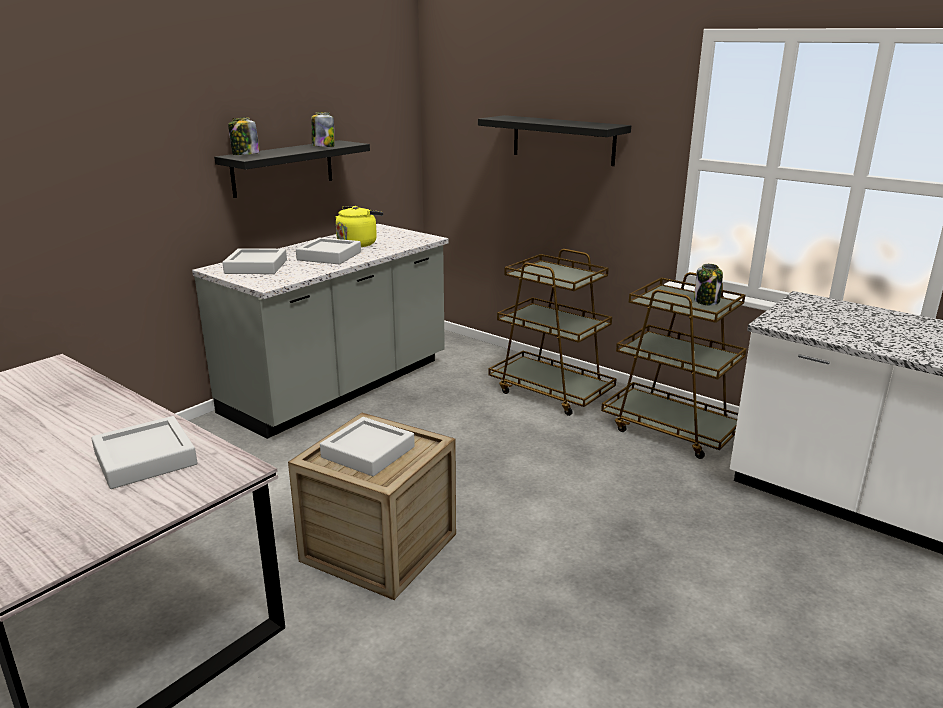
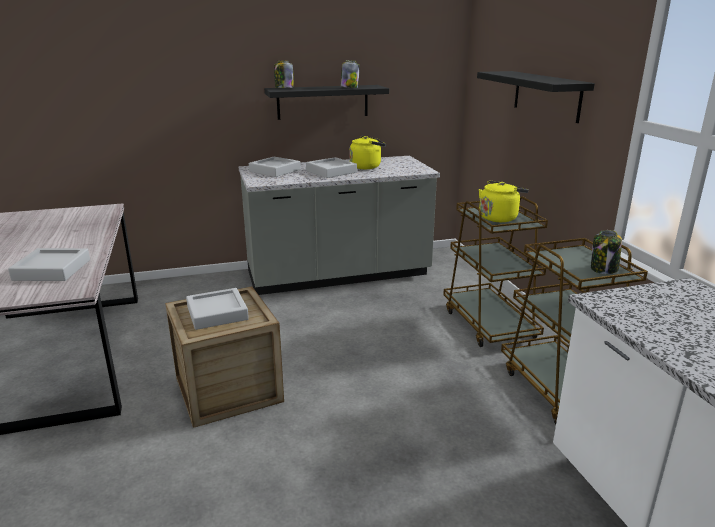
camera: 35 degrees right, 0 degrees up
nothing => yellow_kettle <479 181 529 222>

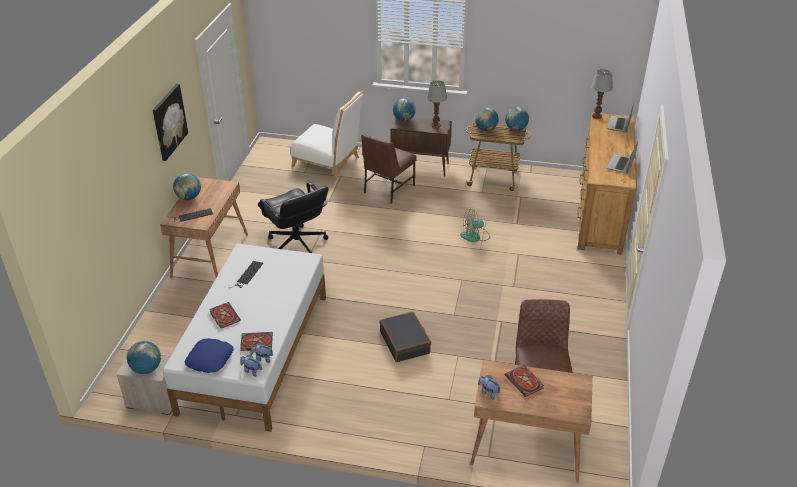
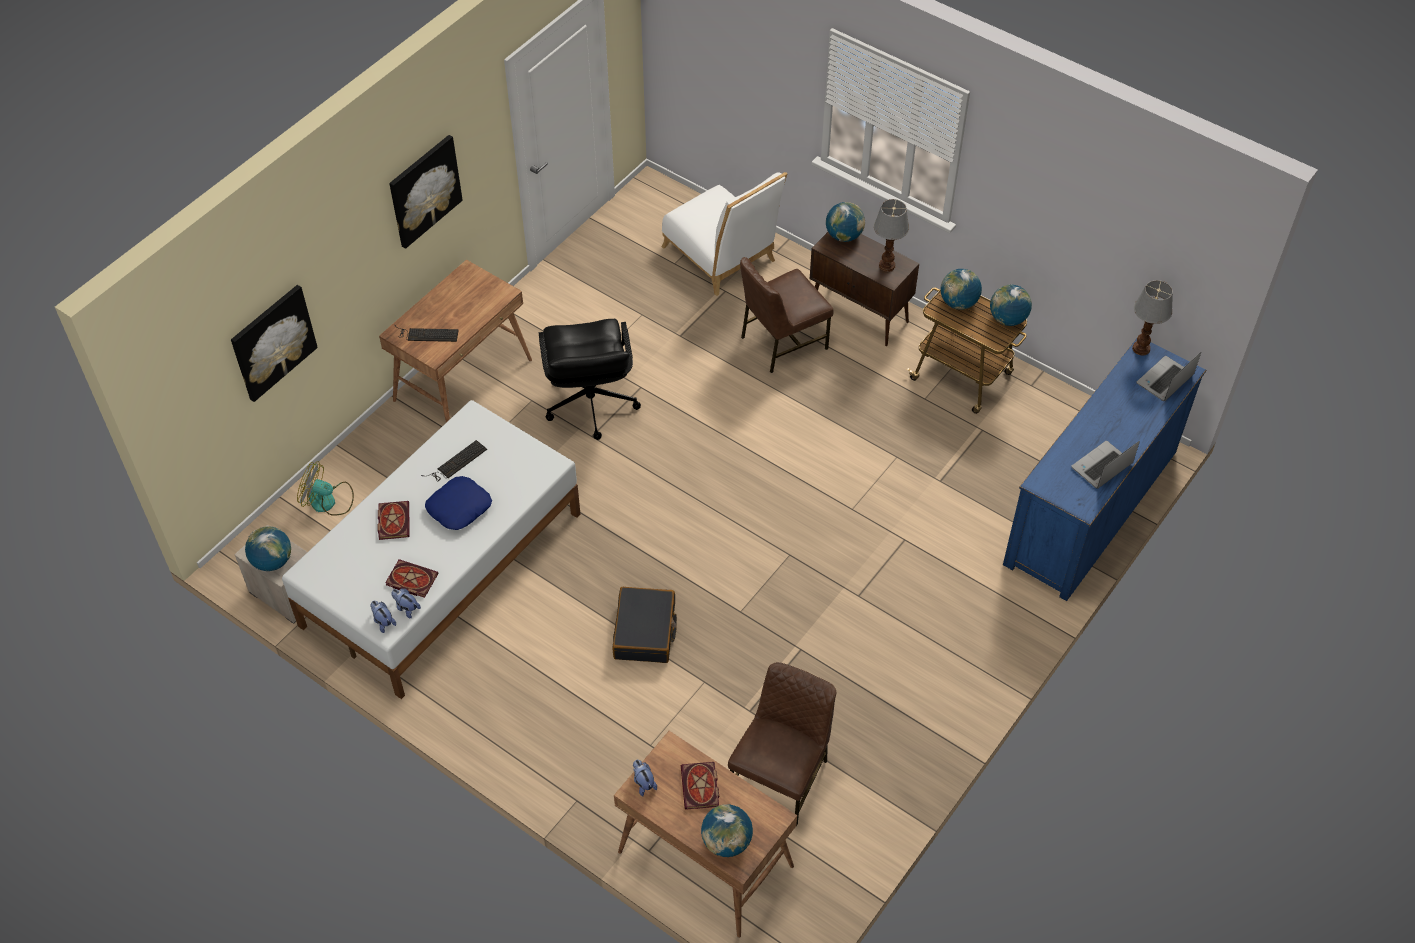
camera: 25 degrees right, 15 degrees up
nothing => picture <231 285 318 402>
globe <173 173 201 200> => globe <701 804 753 857>, relocated
blue_pillow <185 338 234 373> => blue_pillow <425 476 492 530>, relocated
fan <460 209 490 242> => fan <297 461 354 516>, relocated
brown_dresser <577 112 637 255> => blue_dresser <1003 339 1206 601>

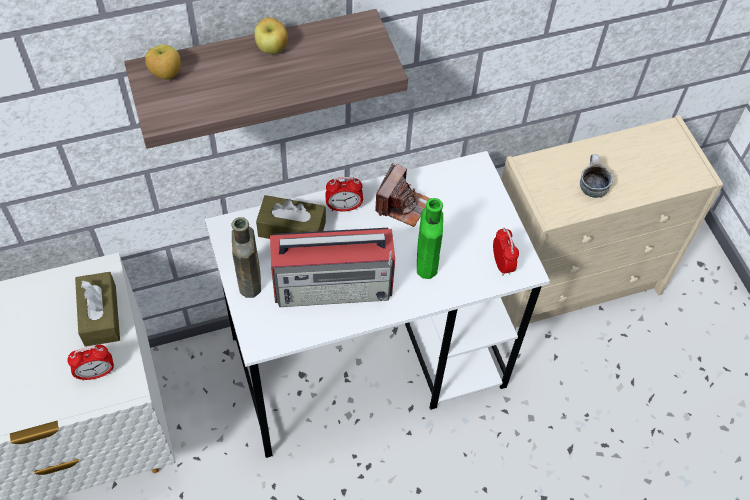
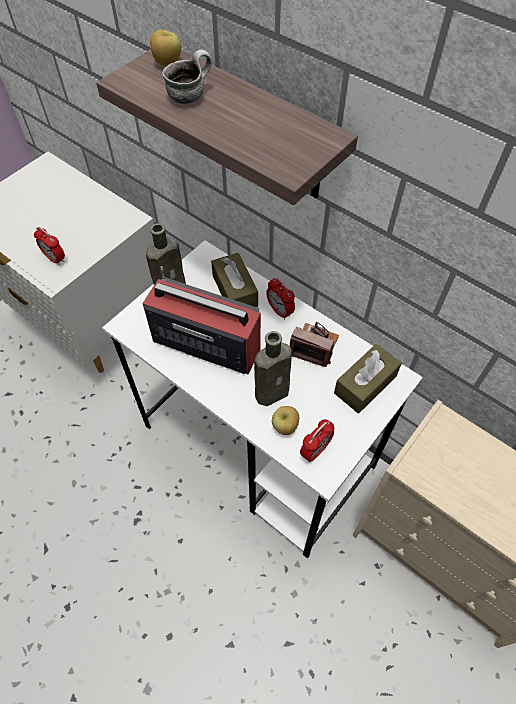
camera: 60 degrees right, 0 degrees up
brown_tissue_box <75 272 120 347> => brown_tissue_box <334 344 402 413>, relocated
apple <254 17 288 54> => apple <272 406 299 435>, relocated
mug <580 154 613 198> => mug <162 50 212 104>, relocated
green_bottle <417 198 443 279> => brown_bottle <254 331 292 406>
radio <270 228 395 307> => radio <142 266 261 374>, 150 degrees clockwise
photo_camera <375 163 431 227> => photo_camera <289 322 339 367>, 150 degrees counterclockwise

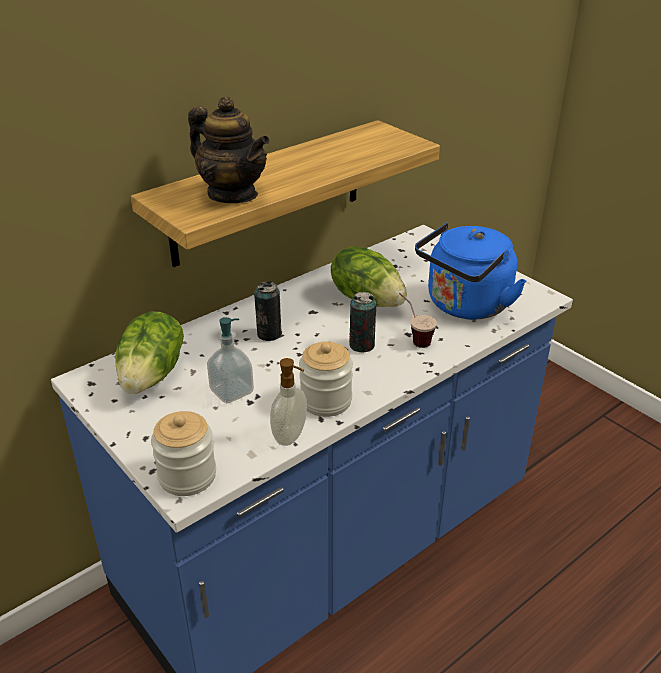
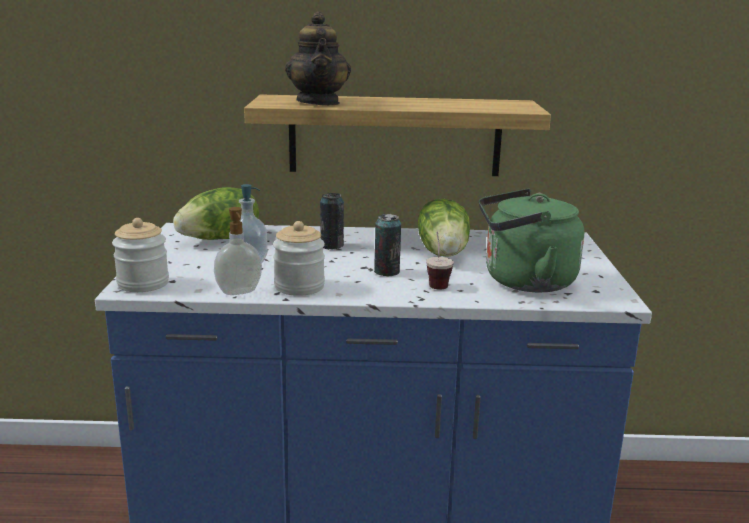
camera: 40 degrees right, 15 degrees down
blue_kettle <415 223 526 320> => green_kettle <479 189 584 293>

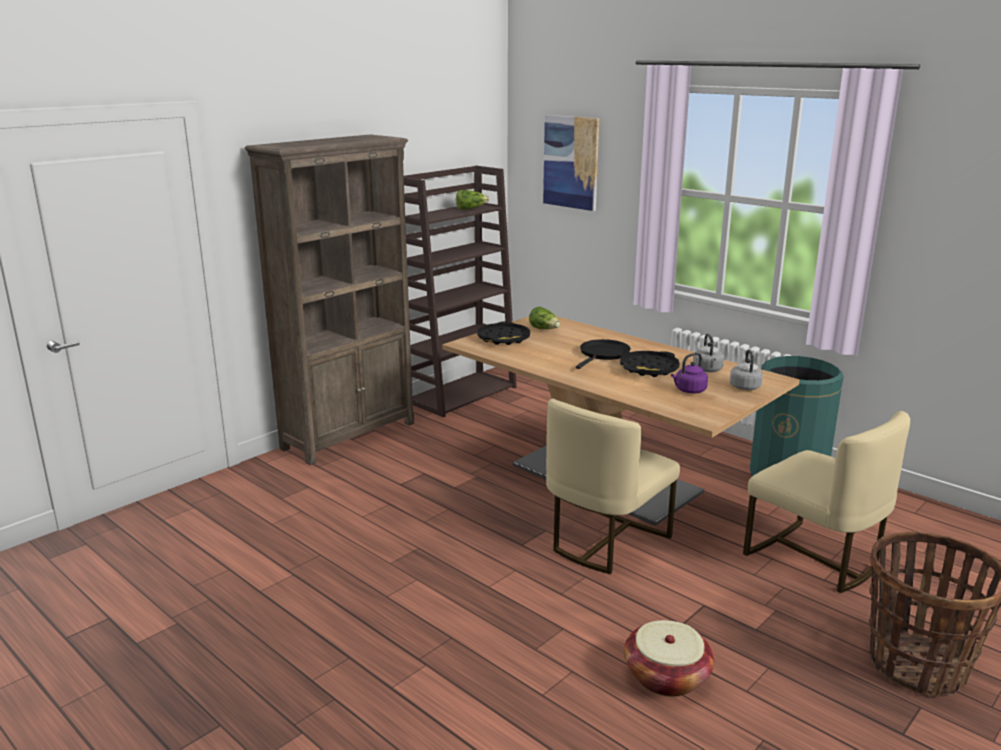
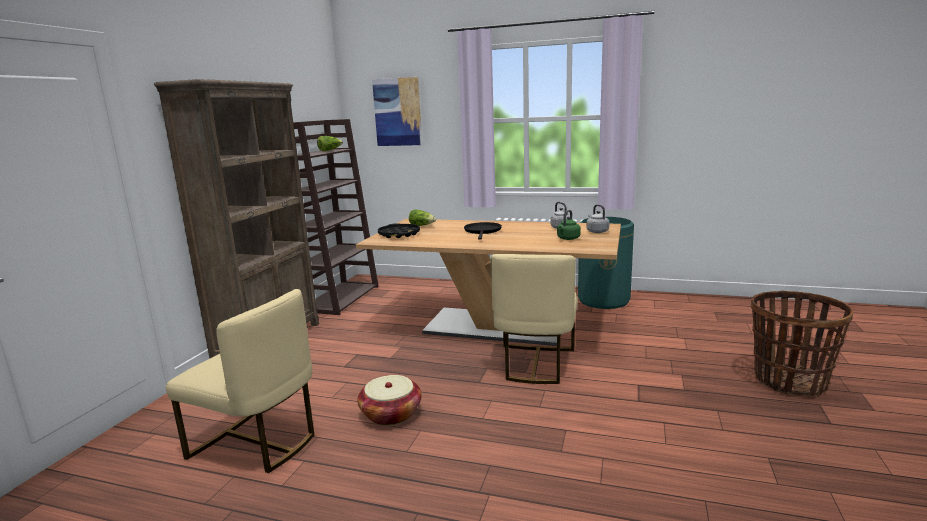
camera: 25 degrees left, 5 degrees down
black_tray <620 351 679 377> => nothing
basket <624 620 714 697> => basket <357 375 422 426>, relocated
beige_chair <743 411 910 593> => beige_chair <166 289 314 473>, relocated
purple_kettle <671 353 708 393> => green_kettle <557 210 581 240>

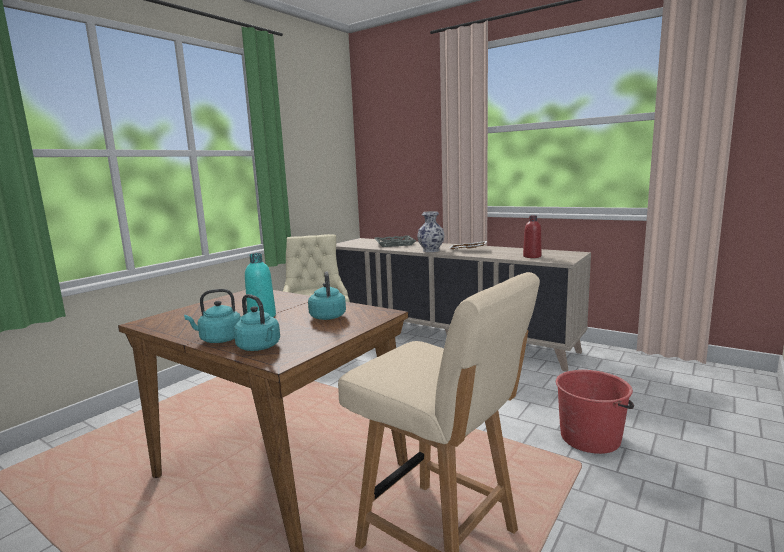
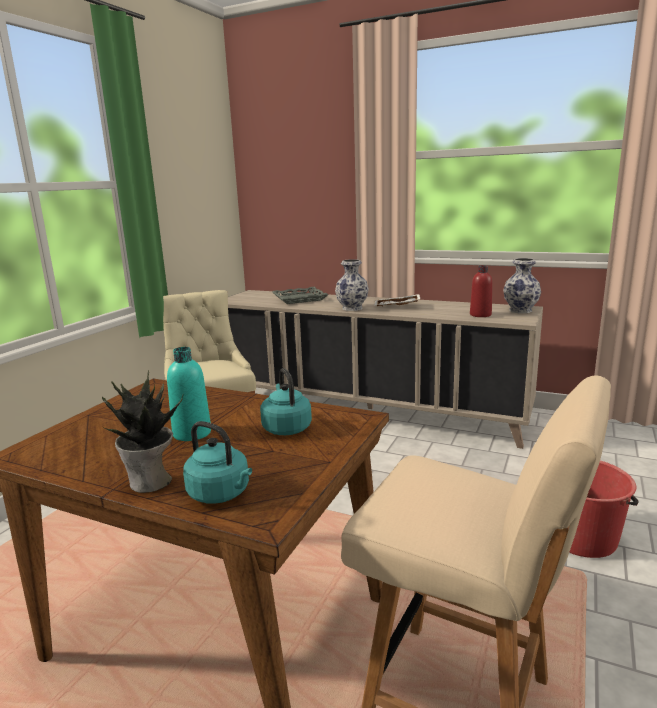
camera: 10 degrees left, 5 degrees up
nothing => vase <503 258 541 313>
turquoise_kettle <184 289 241 343> => potted_plant <102 370 183 493>

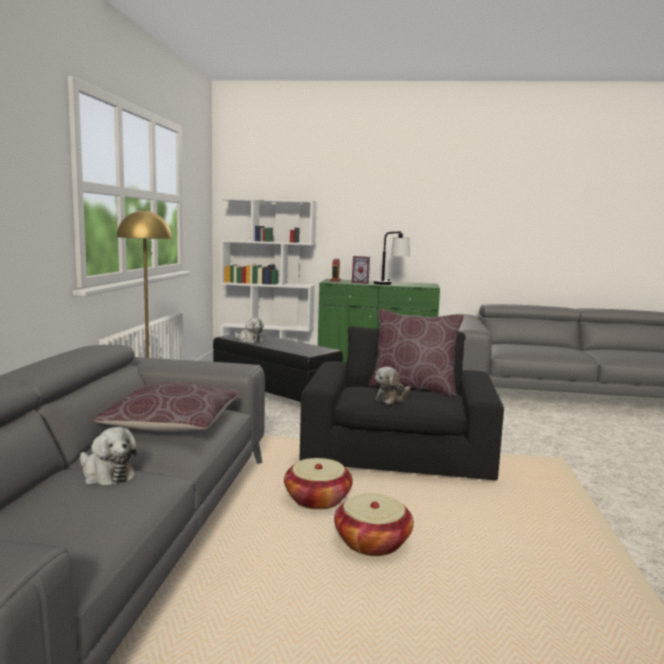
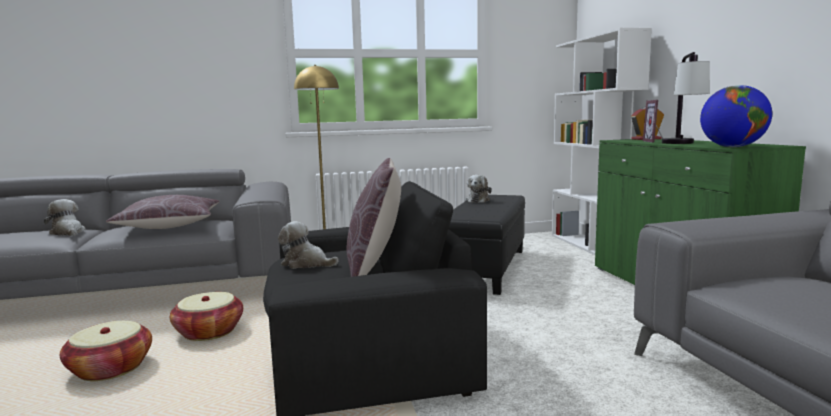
camera: 70 degrees right, 0 degrees up
nothing => globe <700 85 772 147>
plush_toy <80 427 137 485> => plush_toy <44 199 86 236>, 120 degrees clockwise

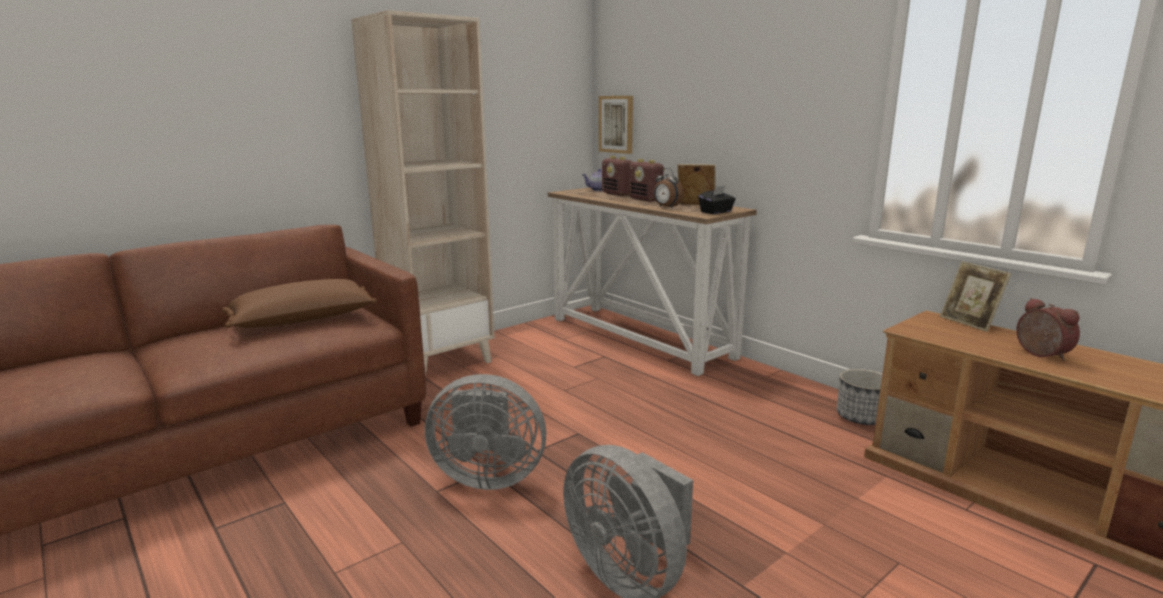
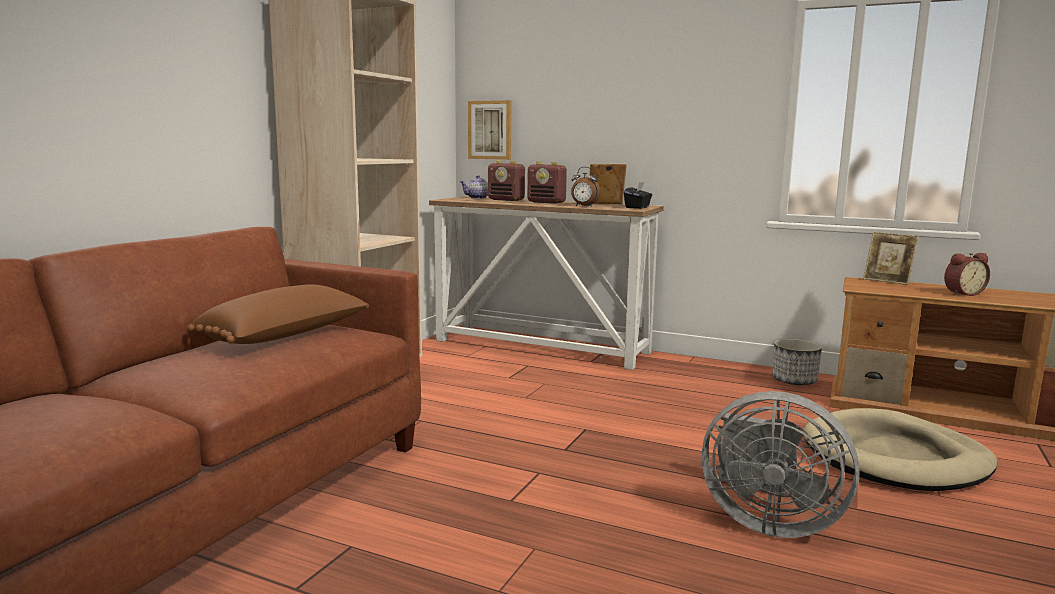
camera: 25 degrees left, 5 degrees down
grey_fan <425 374 546 490> => nothing
nothing => beige_dog_bed <803 408 997 491>
alarm_clock <1016 298 1080 361> => alarm_clock <944 253 990 296>, 120 degrees clockwise

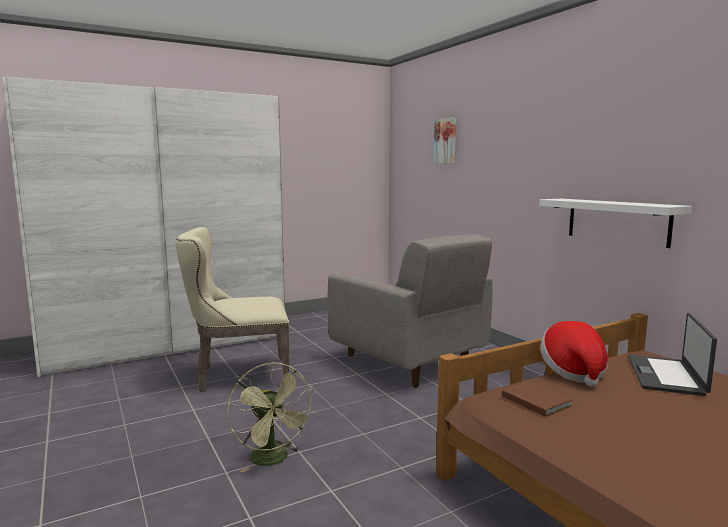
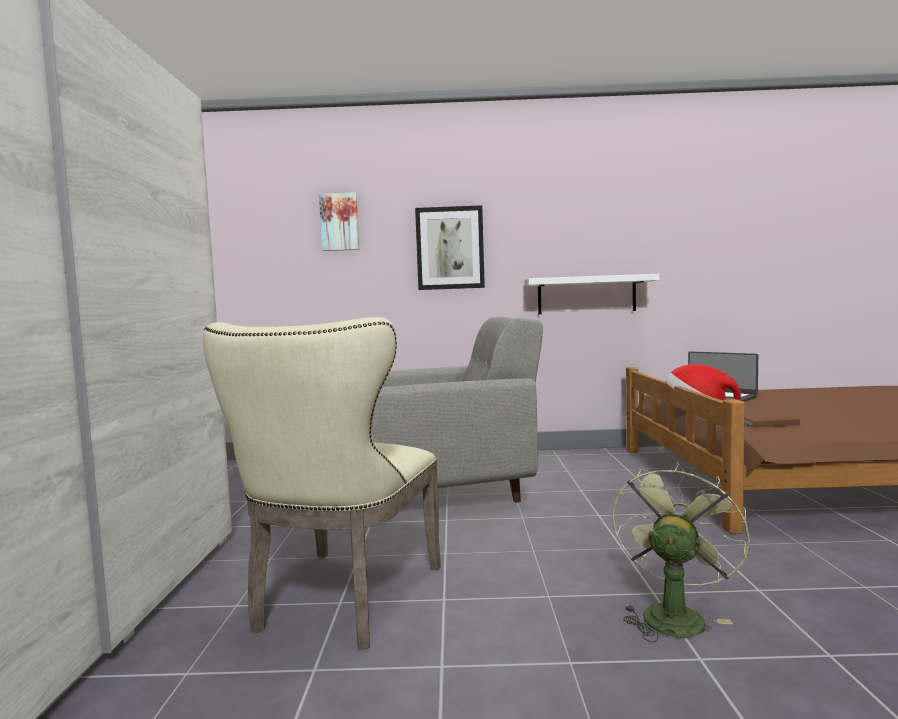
camera: 60 degrees left, 5 degrees down
nothing => picture <415 205 485 290>
green_fan <227 363 315 473> => green_fan <612 462 750 642>, 60 degrees counterclockwise

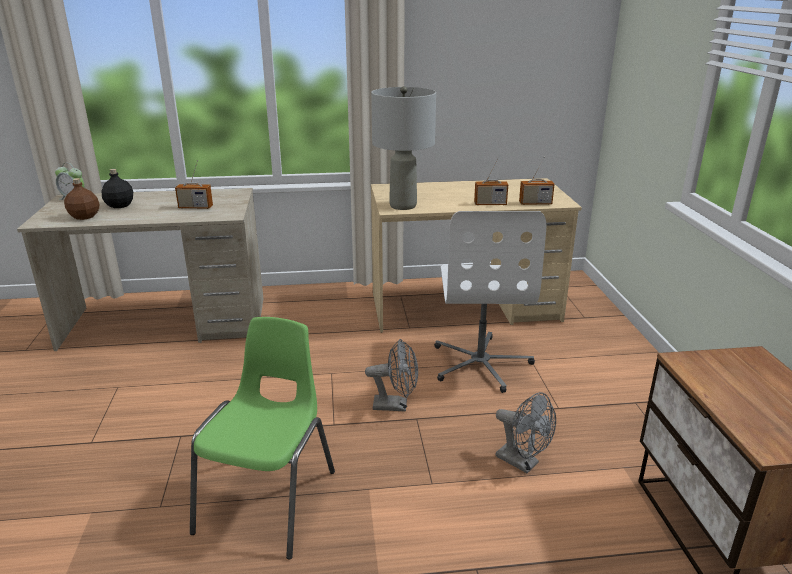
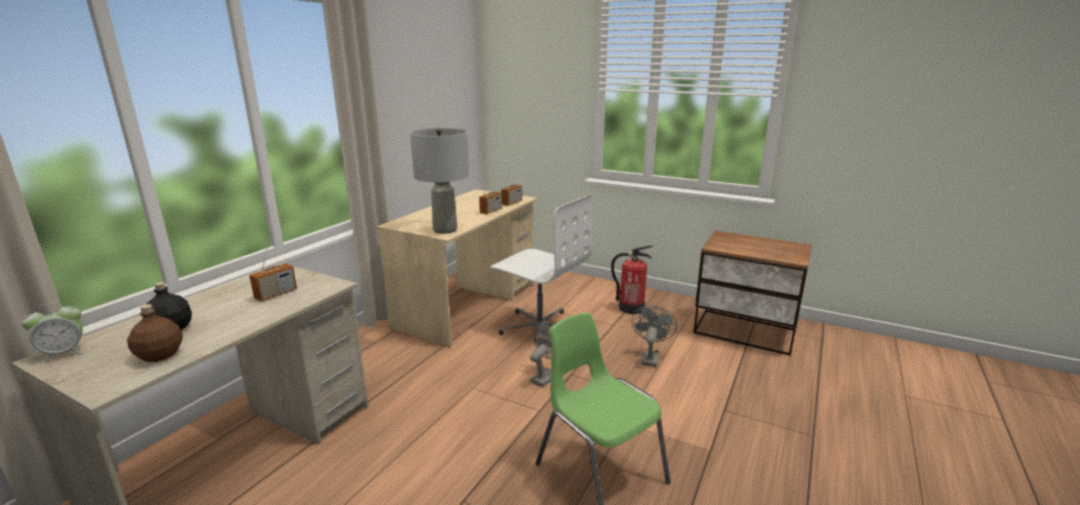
camera: 55 degrees left, 5 degrees down
nothing => fire_extinguisher <611 245 653 314>
grey_fan <496 392 556 473> => grey_fan <631 305 677 367>, 60 degrees counterclockwise

